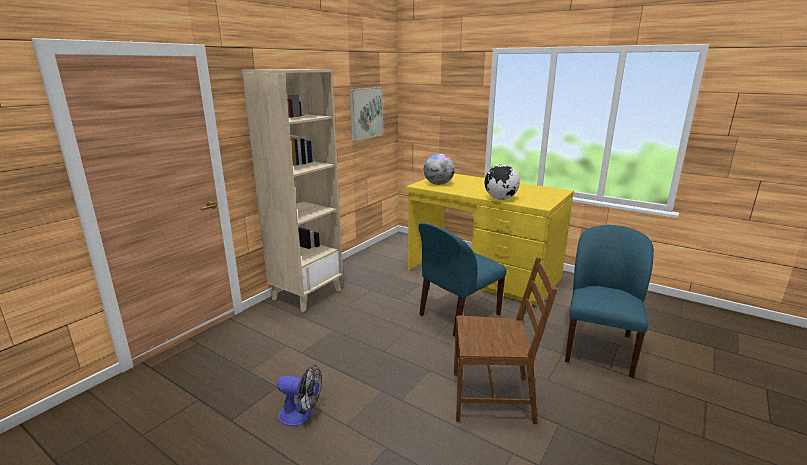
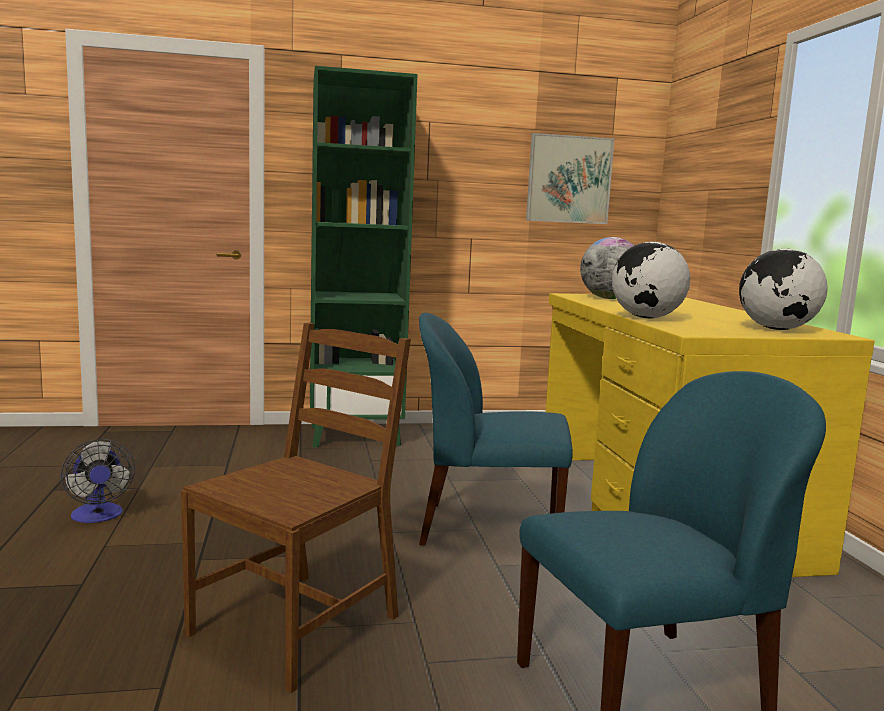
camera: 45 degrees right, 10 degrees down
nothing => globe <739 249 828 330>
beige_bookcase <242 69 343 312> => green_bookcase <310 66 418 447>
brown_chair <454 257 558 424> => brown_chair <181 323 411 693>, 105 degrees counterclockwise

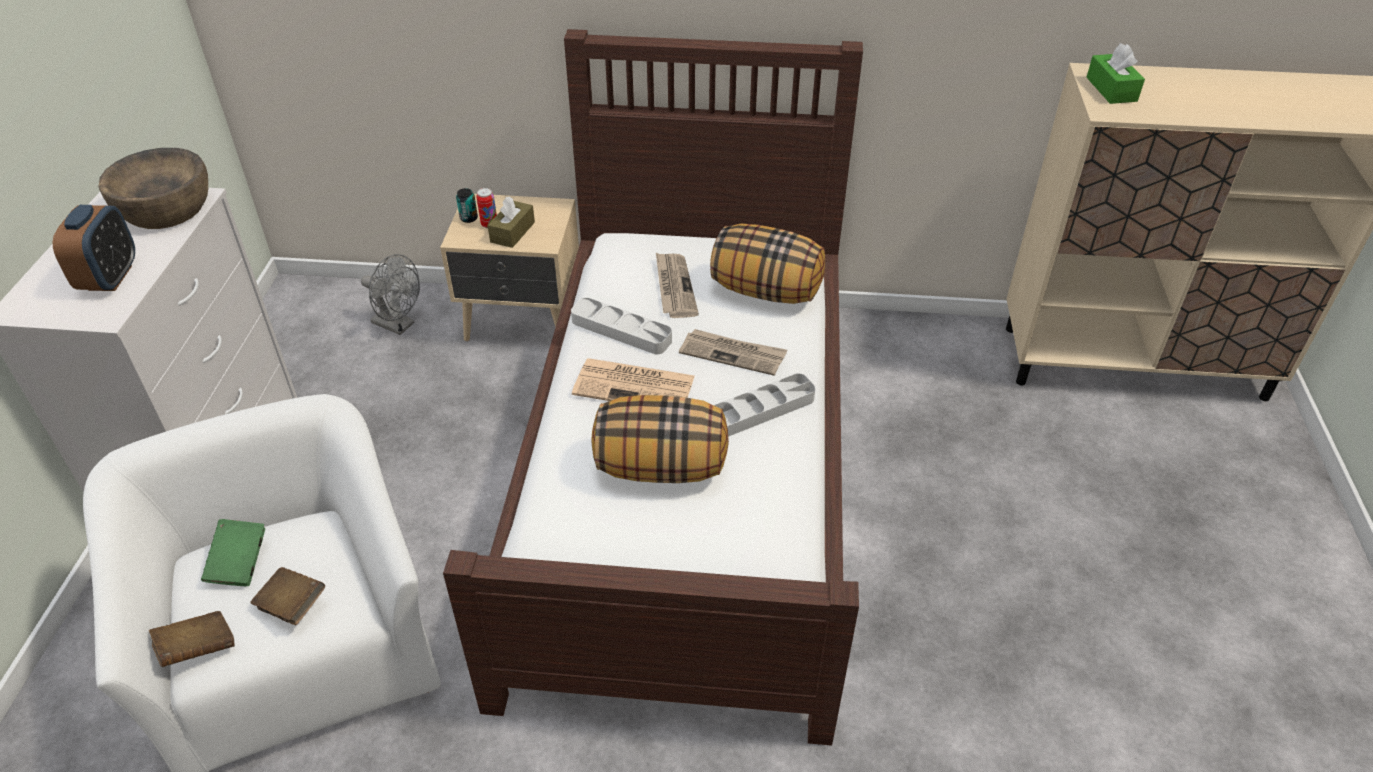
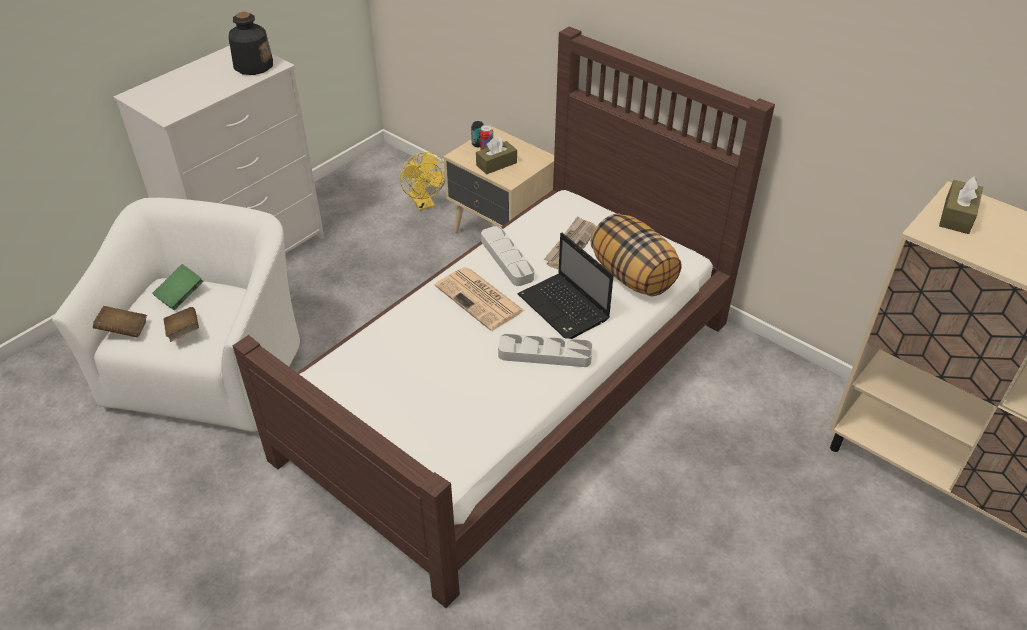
camera: 35 degrees right, 0 degrees up
alarm_clock <53 205 135 291> => nothing
pillow <592 395 729 483> => nothing
brown_bowl <98 148 208 229> => bottle <229 12 273 75>
newspaper <679 329 787 376> => laptop <517 233 613 339>
grey_fan <361 254 420 335> => yellow_fan <400 152 445 211>
green_tissue_box <1086 43 1145 104> => brown_tissue_box <939 176 983 234>

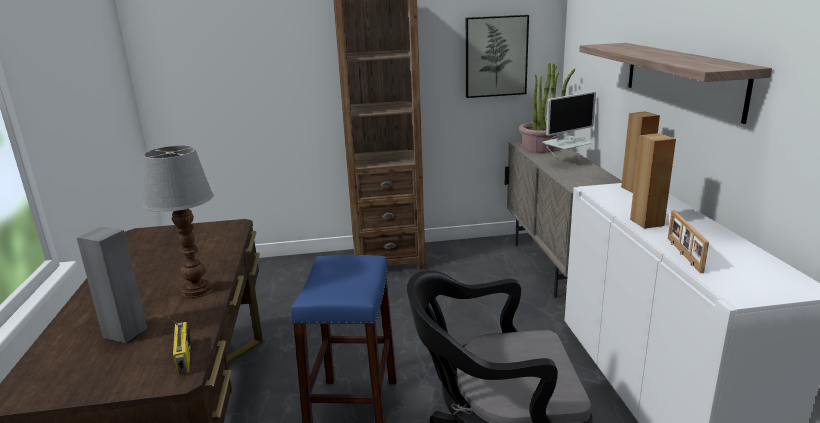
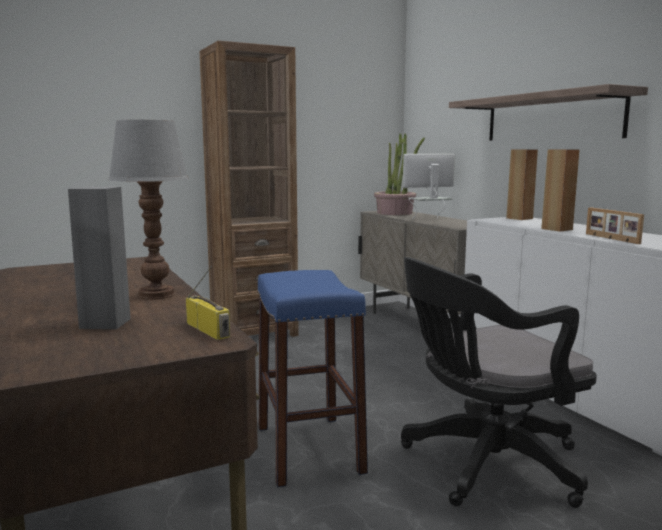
camera: 20 degrees left, 10 degrees down
picture <466 15 529 98> => nothing
monitor <542 91 596 160> => monitor <403 154 455 219>, 150 degrees counterclockwise

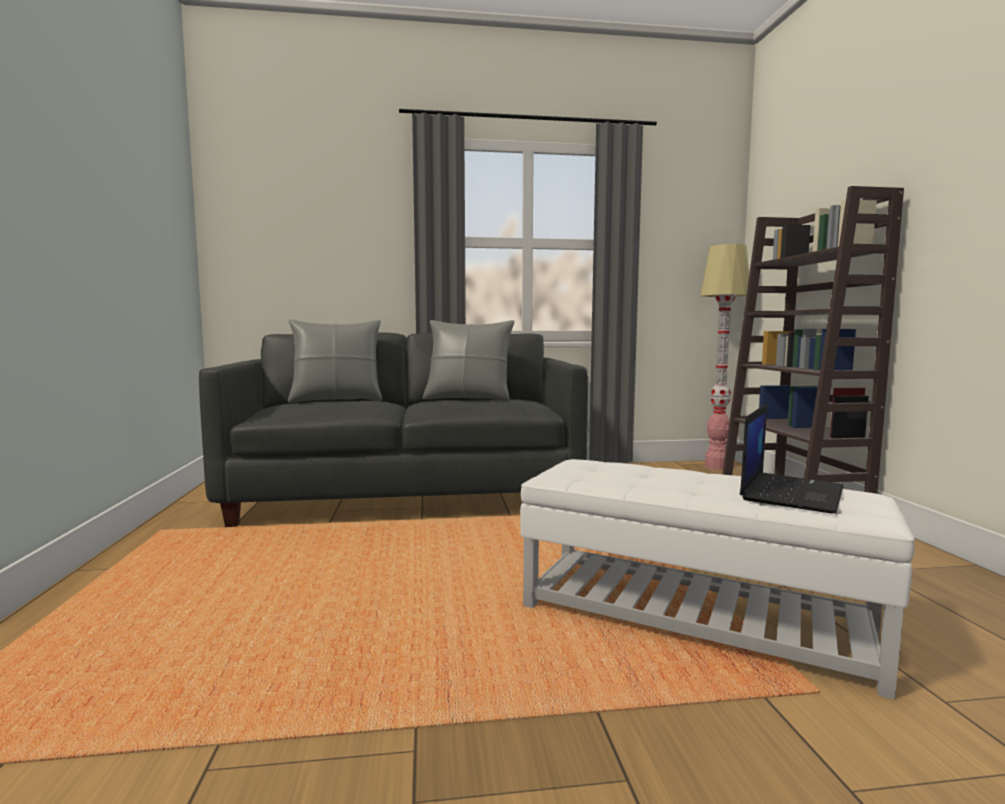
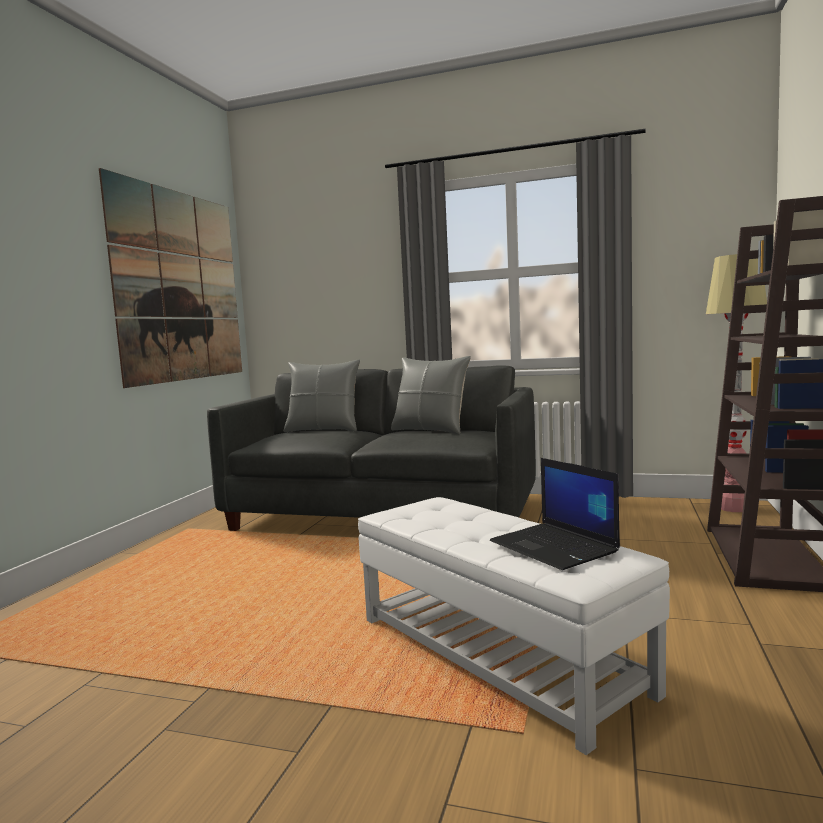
camera: 25 degrees right, 0 degrees up
nothing => picture <99 168 242 388>
laptop <740 404 843 513> => laptop <490 458 620 570>, 90 degrees clockwise

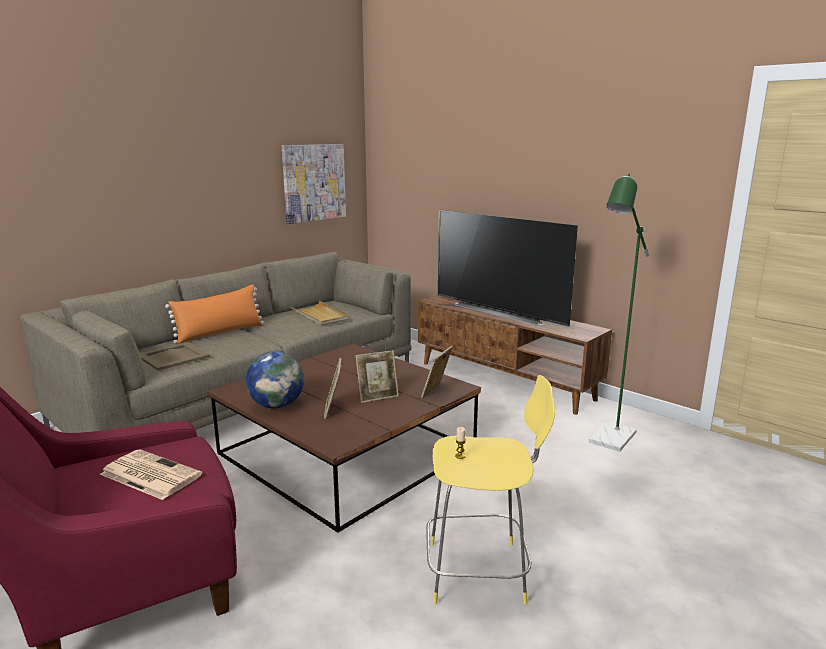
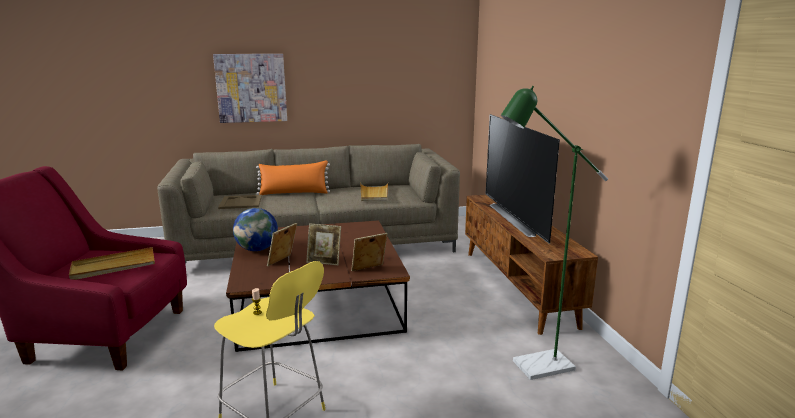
camera: 35 degrees right, 0 degrees up
picture <282 144 346 224> => picture <213 54 287 123>, relocated
newspaper <100 449 202 500> => beige_tray <69 247 155 280>

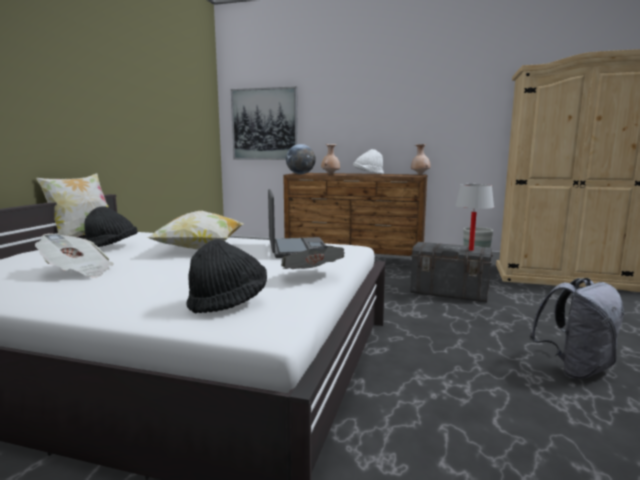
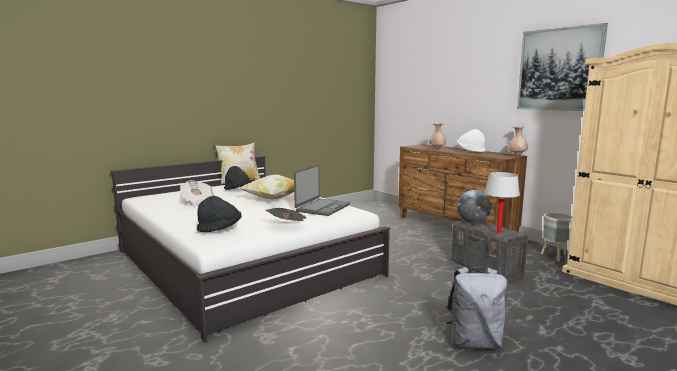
camera: 35 degrees right, 0 degrees up
picture <231 86 298 160> => picture <517 23 608 111>, relocated
globe <286 144 316 174> => globe <457 190 492 223>, relocated

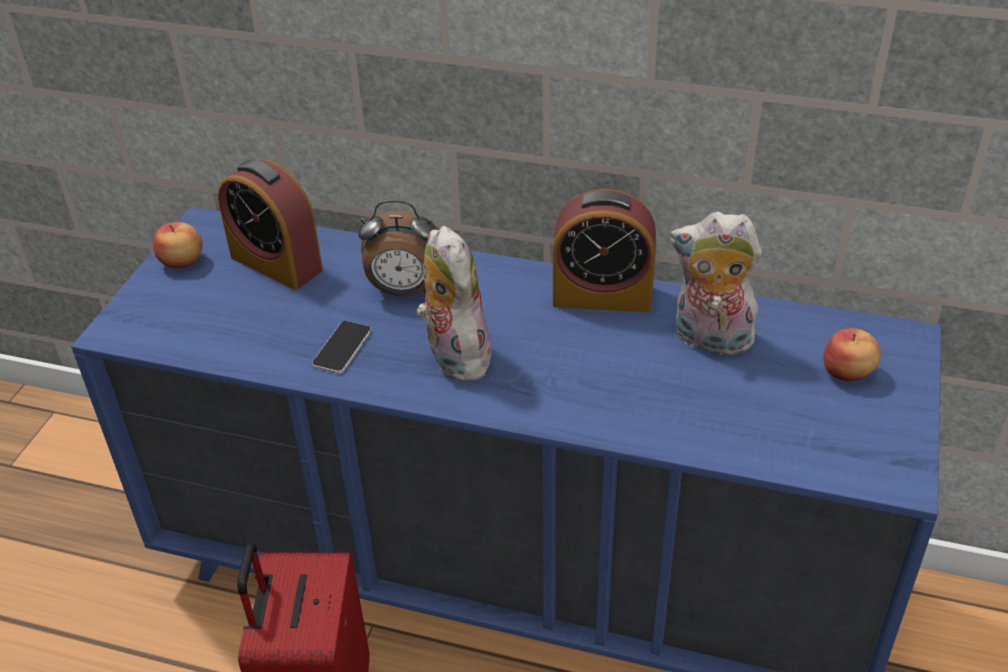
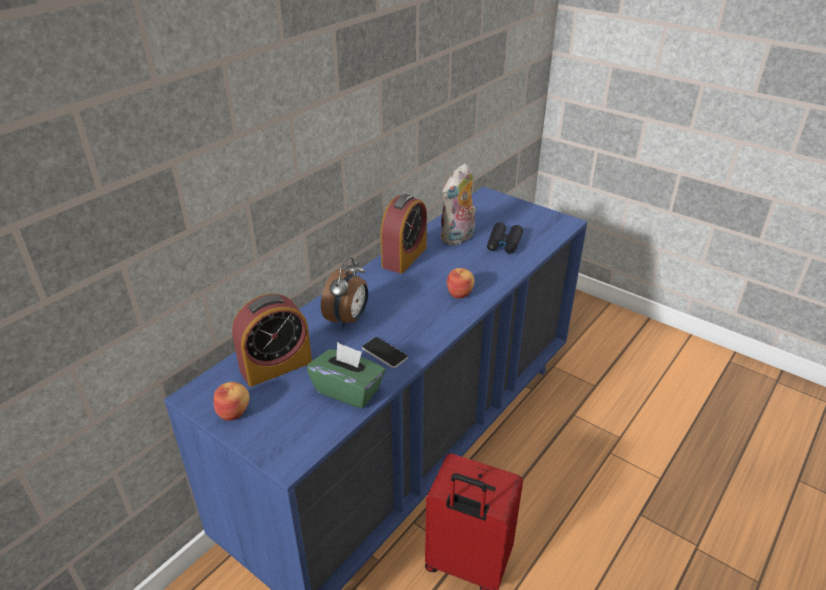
camera: 70 degrees left, 5 degrees down
plush_toy <416 226 491 381> => nothing
nothing => green_tissue_box <307 342 385 409>
nothing => black_binoculars <487 222 523 254>
apple <823 328 881 382> => apple <447 268 475 299>, relocated

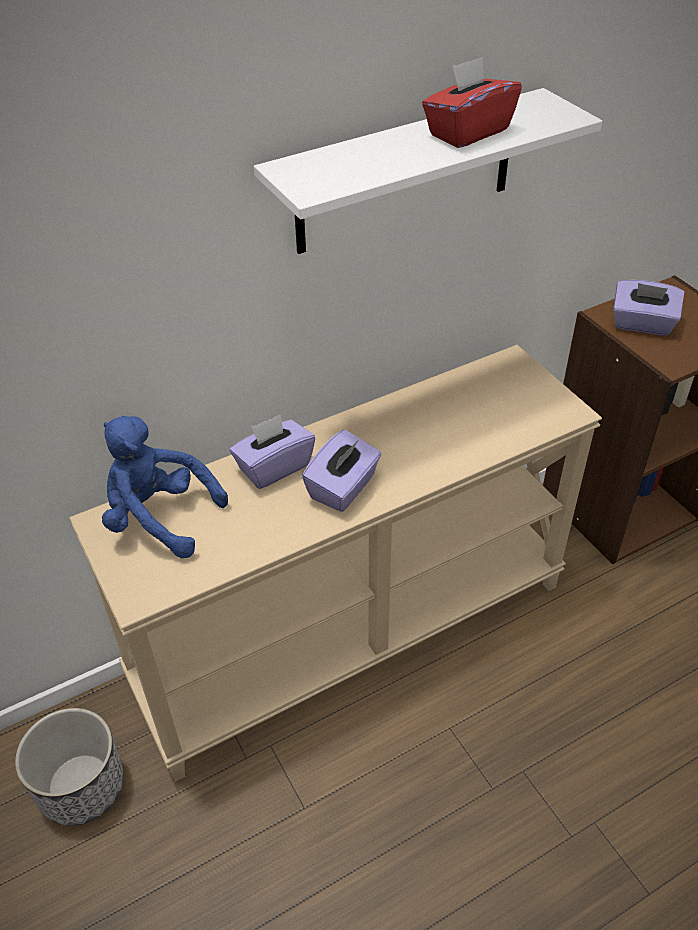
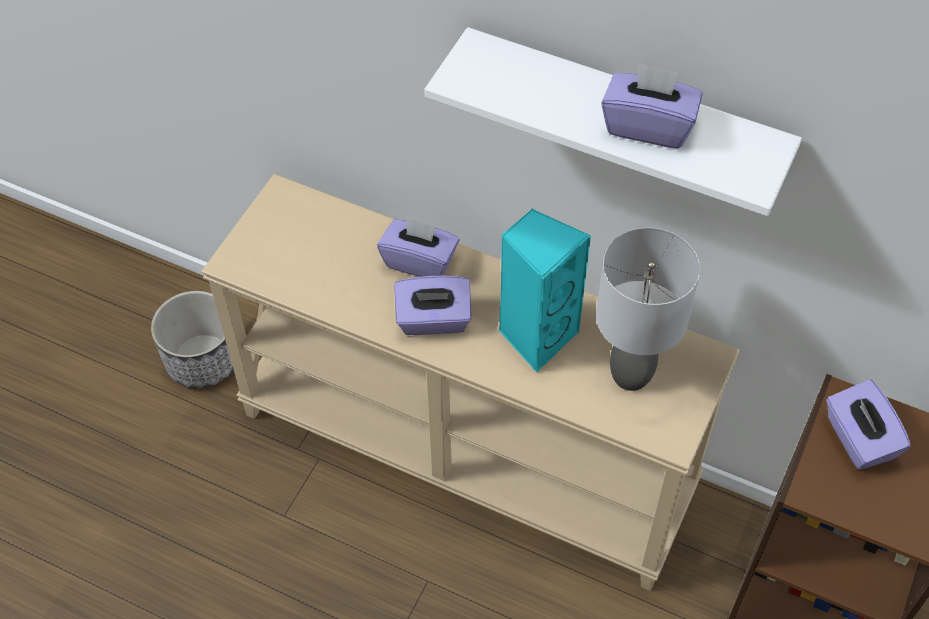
camera: 55 degrees right, 10 degrees up
blue_plush_toy <102 416 228 559> => nothing
nothing => turquoise_speaker <498 209 591 373>
nothing => grey_table_lamp <596 227 700 391>
red_tissue_box <422 56 522 148> => purple_tissue_box <601 63 703 149>

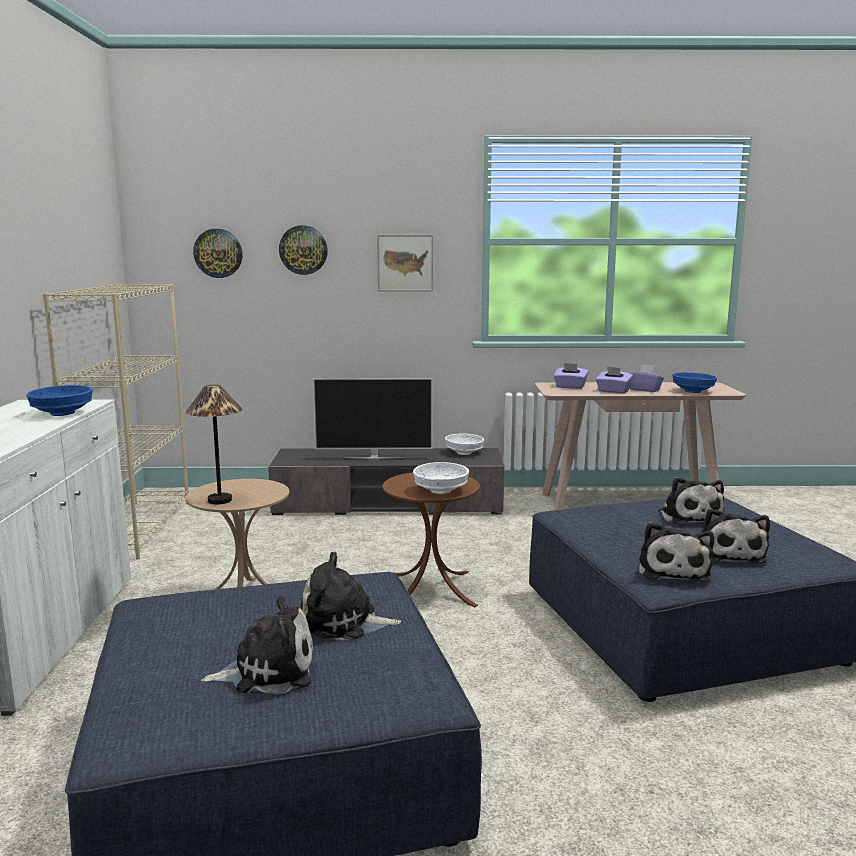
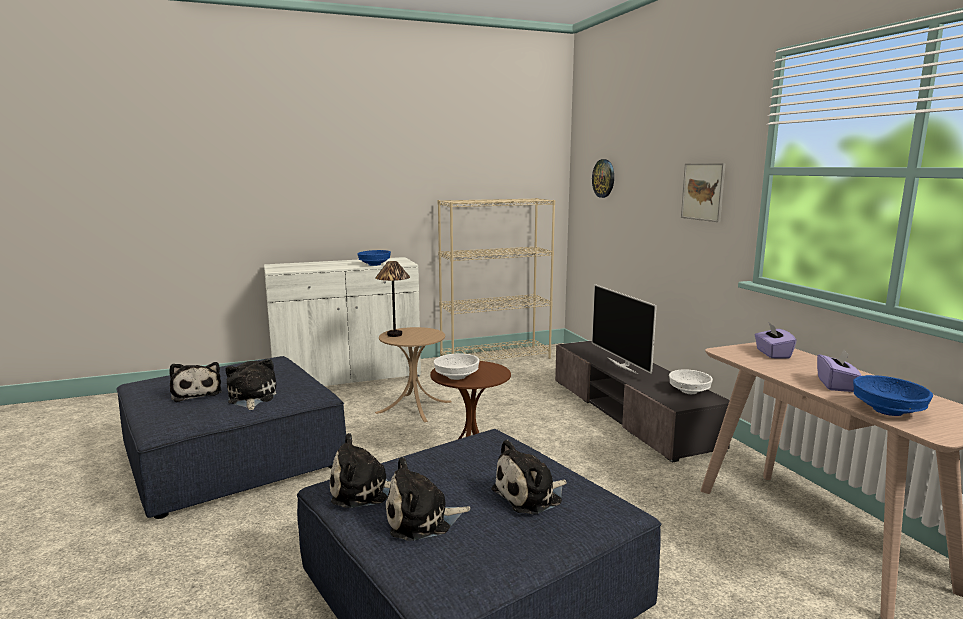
camera: 70 degrees right, 0 degrees up
wall_clock <279 225 328 275> => nothing
purple_tissue_box <596 367 633 394> => nothing

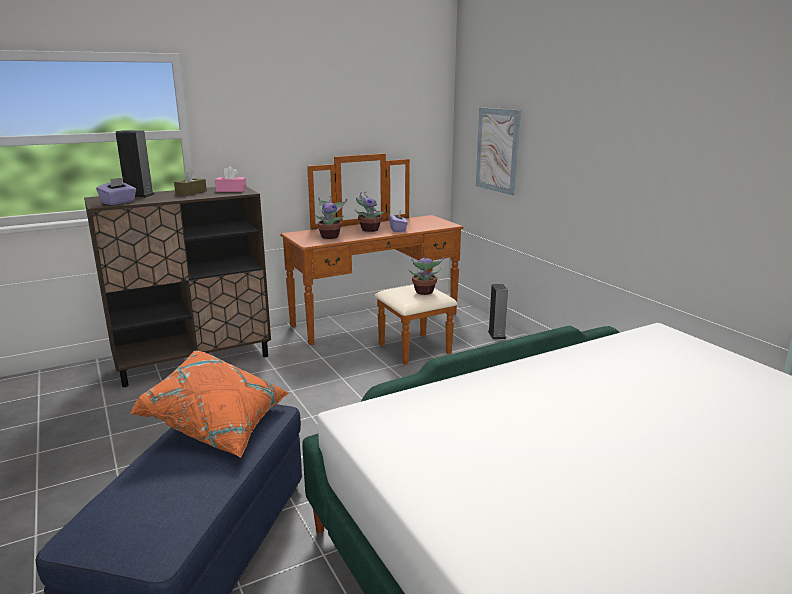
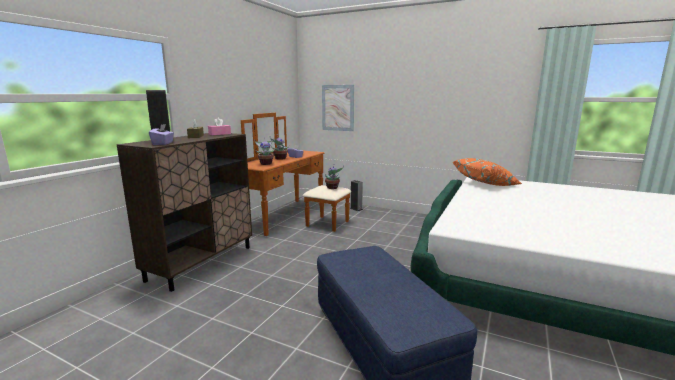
camera: 35 degrees left, 5 degrees down
orange_pillow <130 351 289 458> => orange_pillow <453 158 522 186>, relocated

